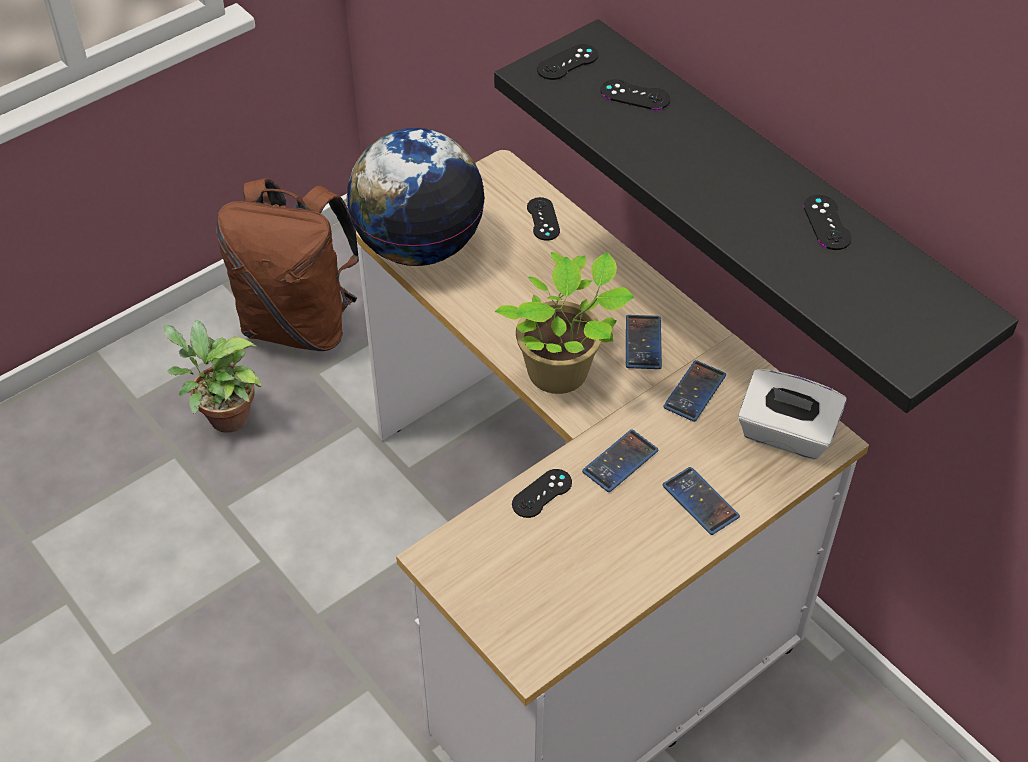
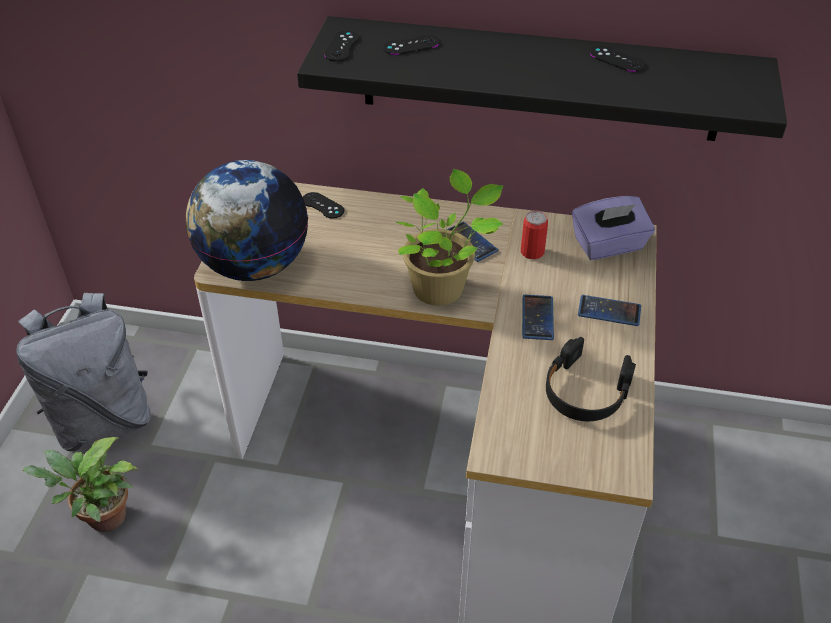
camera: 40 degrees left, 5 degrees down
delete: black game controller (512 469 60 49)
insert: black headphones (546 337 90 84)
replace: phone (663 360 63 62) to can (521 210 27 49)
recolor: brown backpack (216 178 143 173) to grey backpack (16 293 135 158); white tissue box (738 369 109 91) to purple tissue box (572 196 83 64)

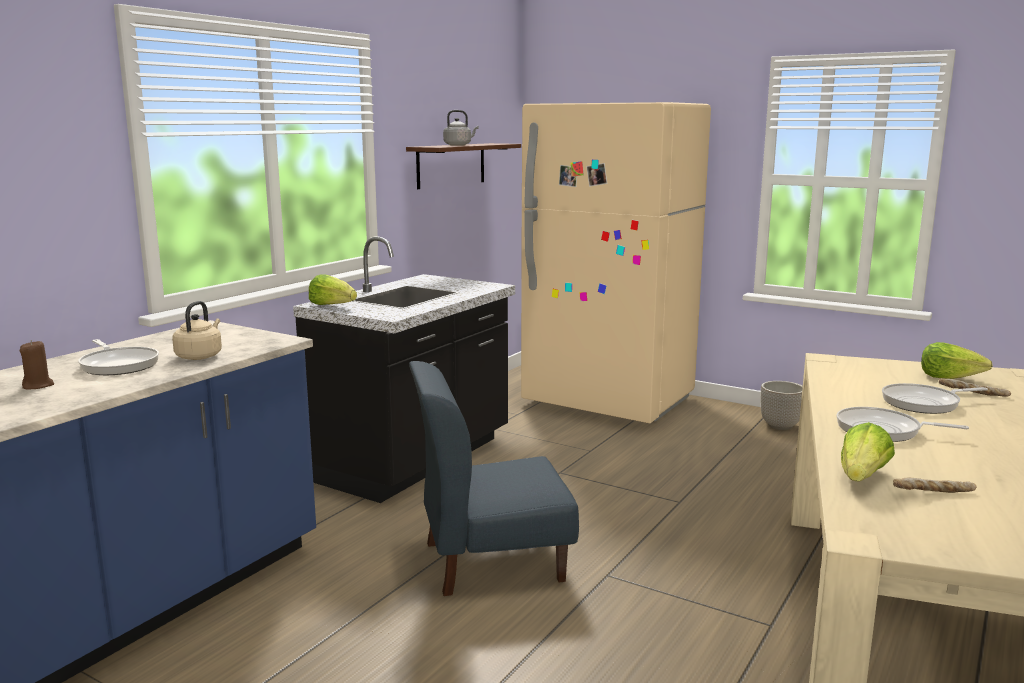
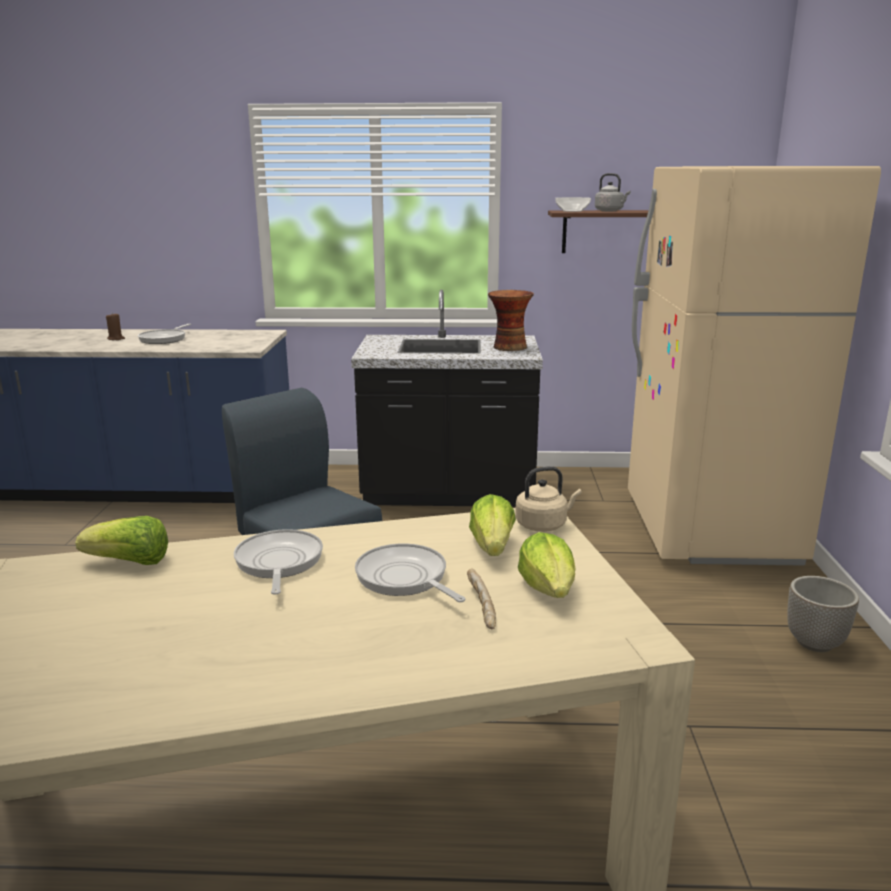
camera: 60 degrees right, 5 degrees up
delete: bread (893 478 84 15)
insert: bowl (555 197 36 15); vase (488 290 46 61)
move: lettuce (309 274 48 31) to (469 494 47 62); beige kettle (172 301 50 59) to (515 466 67 66)

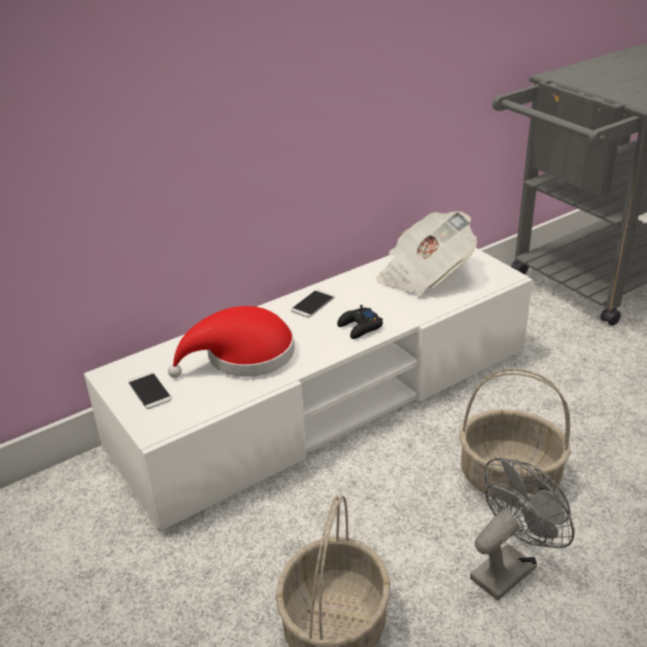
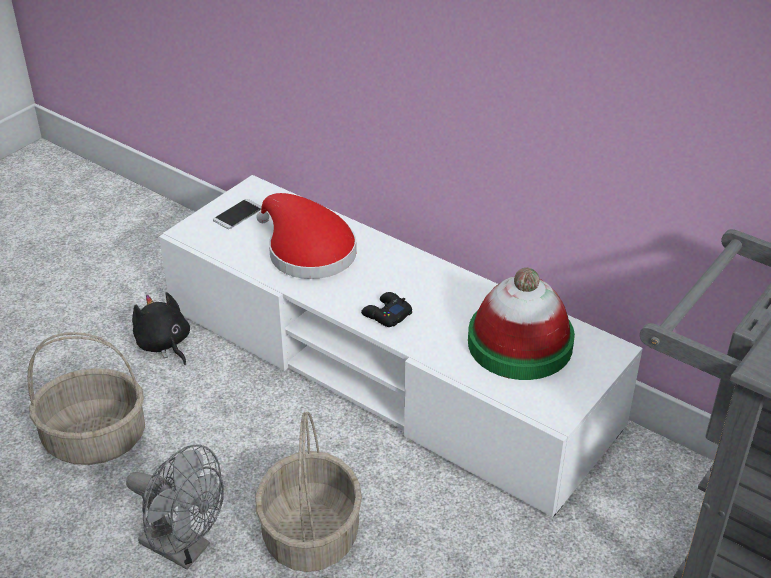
camera: 70 degrees right, 5 degrees up
delete: phone (291 289 44 29)
insert: black plush toy (132 292 58 73)
replace: newspaper (377 211 100 84) to hat (468 268 107 112)

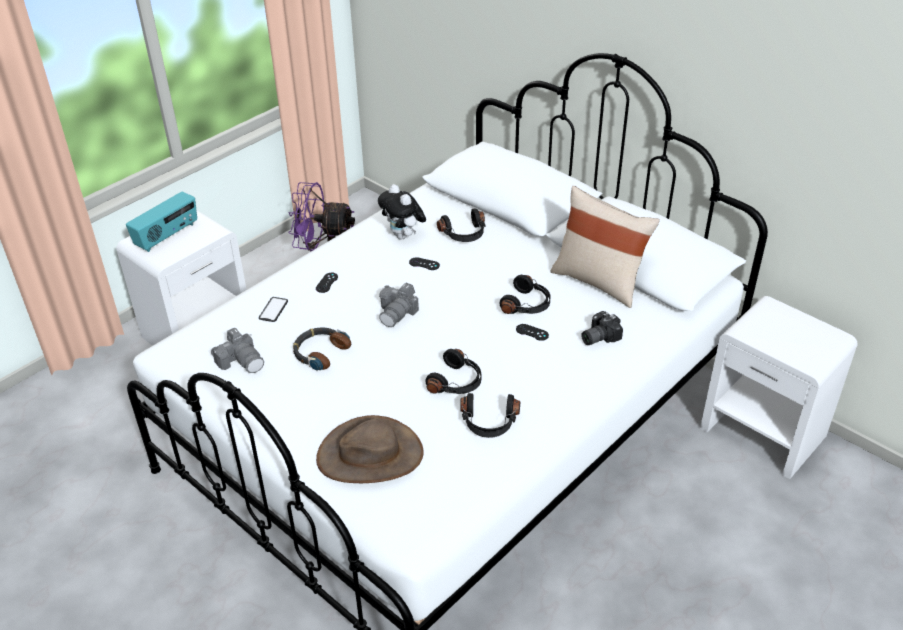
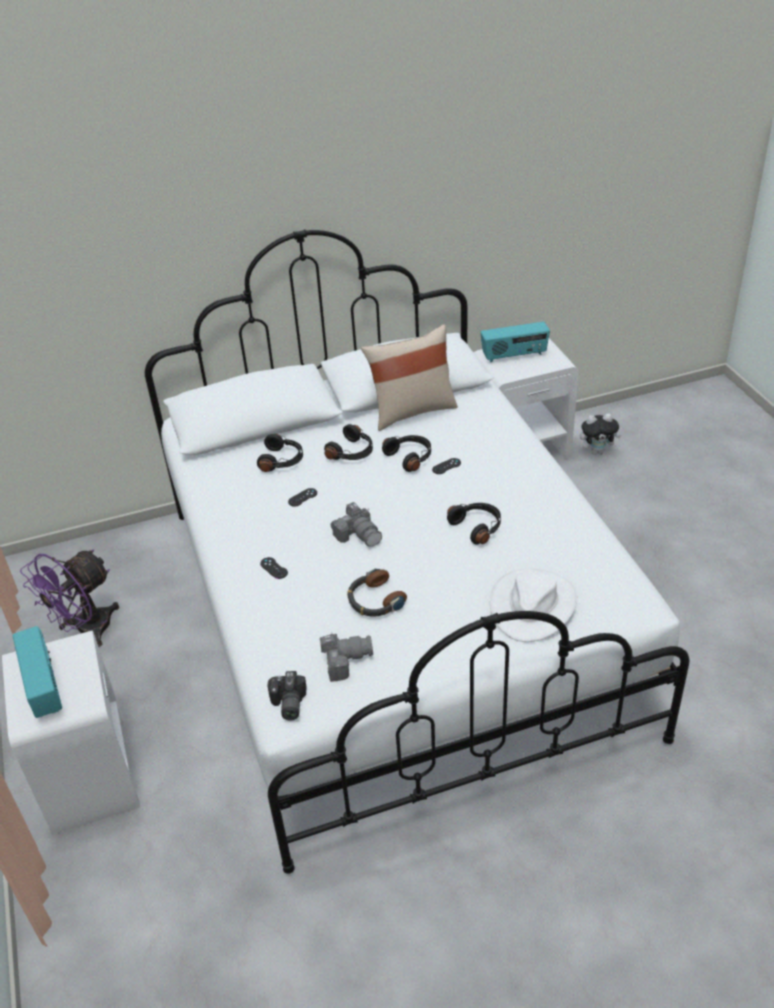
camera: 60 degrees left, 0 degrees up
delete: phone (259 297 29 25)
insert: radio (480 322 70 40)
move: plush toy (378 184 48 56) to (580 413 41 42); photo camera (581 311 42 34) to (268 671 39 50); black headphones (461 393 59 45) to (324 424 49 36)
recolor: brown hat (316 415 108 68) to white hat (490 569 87 73)

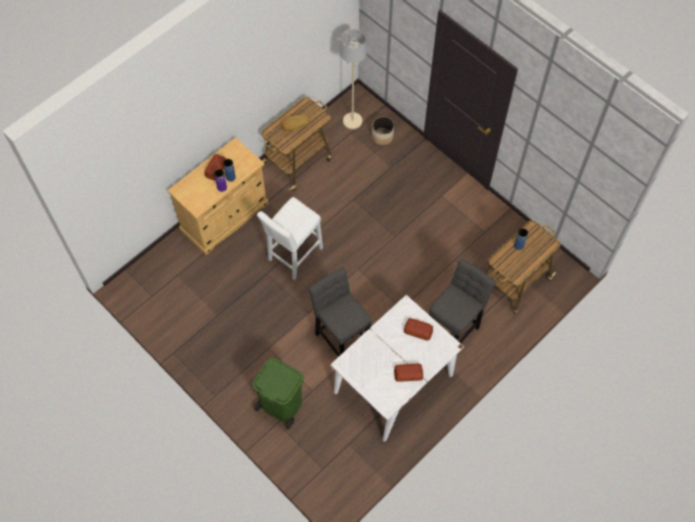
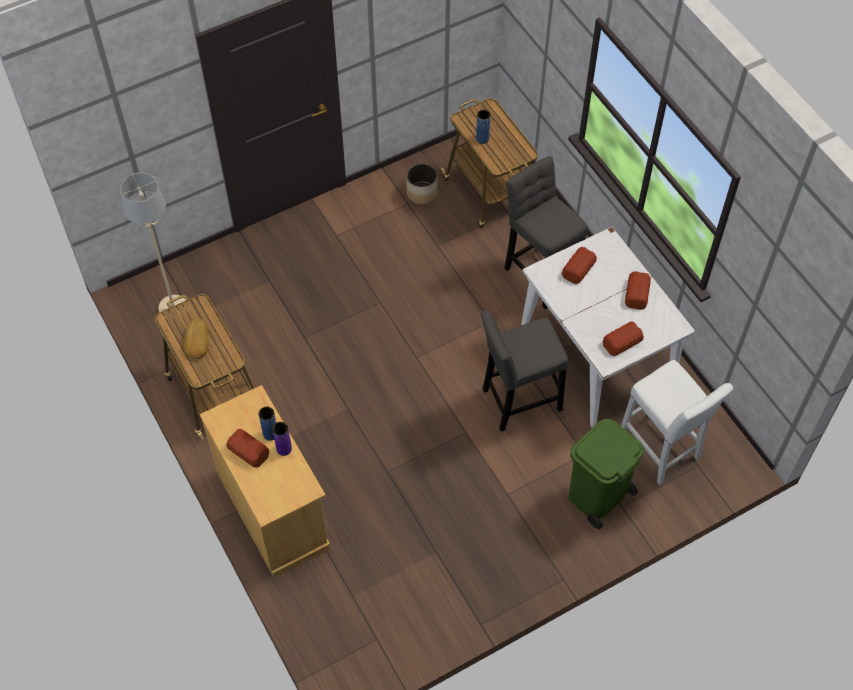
camera: 75 degrees left, 5 degrees down
insert: bread (603 321 41 35)
move: planter (372 116 22 29) to (406 163 32 41); white stool (257 197 66 83) to (621 360 112 125)

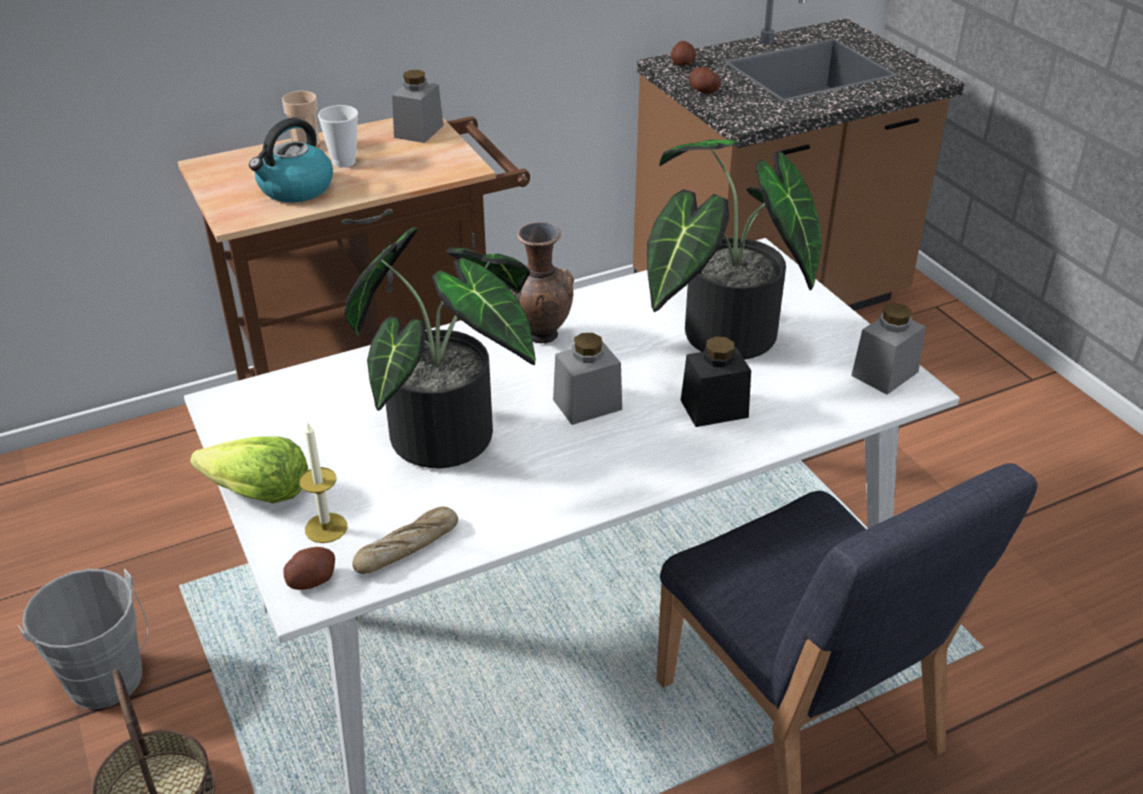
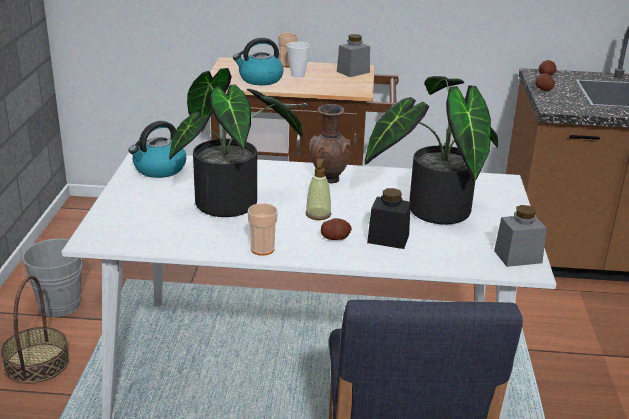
camera: 30 degrees right, 10 degrees down
delete: candle (299 421 48 122); lettuce (190 436 118 67); bread (352 506 106 68)
insert: kettle (129 121 57 57); cup (248 203 30 53)
move: potato (283 547 52 43) to (321 218 31 22)
replace: grey jar (553 333 69 92) to soap dispenser (305 159 26 61)

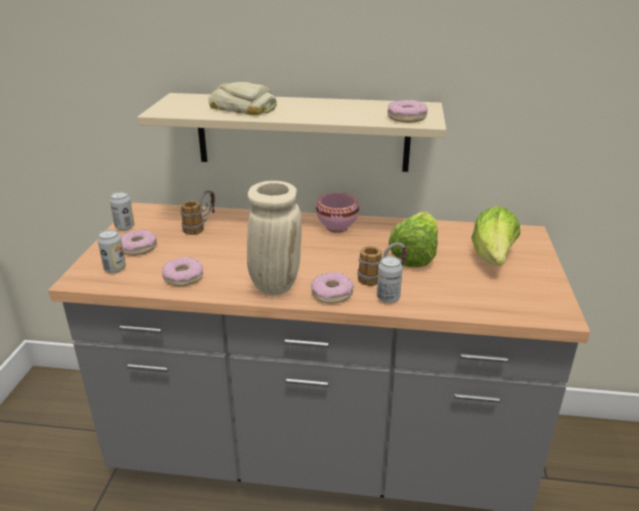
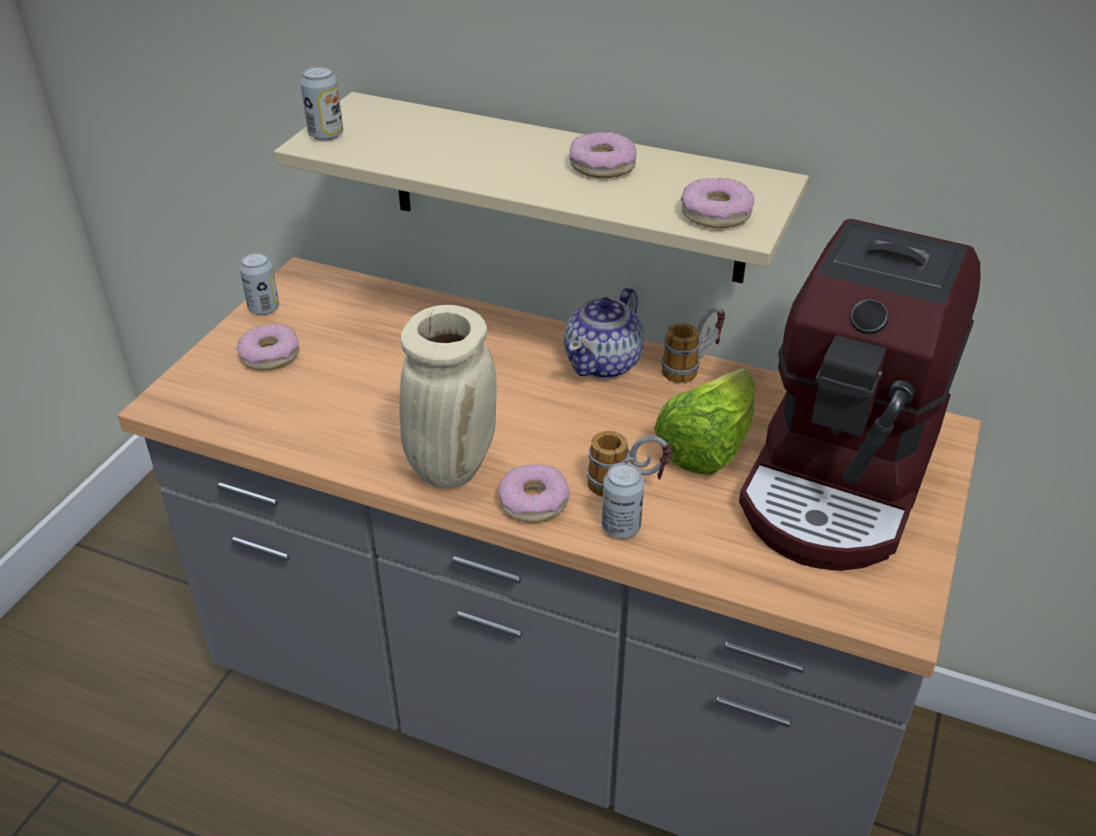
camera: 15 degrees right, 10 degrees up
delete: bread (208 82 69 33)
move: mug (181 190 34 45) to (661 307 64 76); can (98 230 28 43) to (300 66 43 75); donut (162 257 41 29) to (569 132 67 46)
replace: pink bowl (316 193 43 40) to teapot (564 287 80 92); lettuce (471 206 49 59) to coffee machine (739 219 242 352)

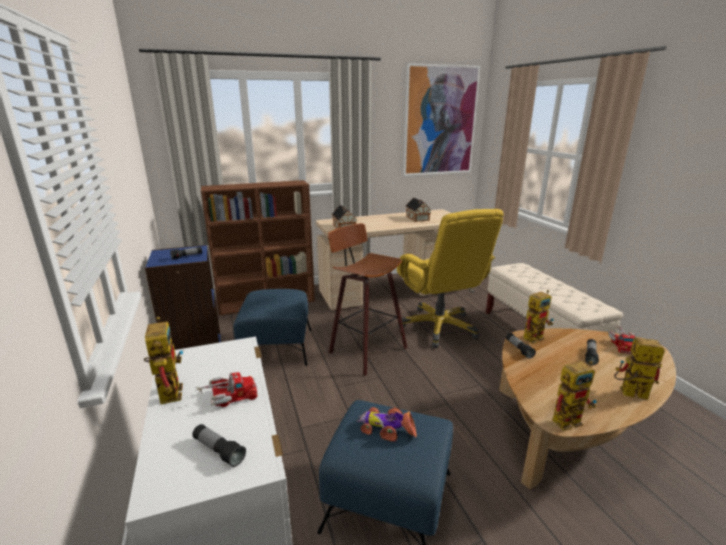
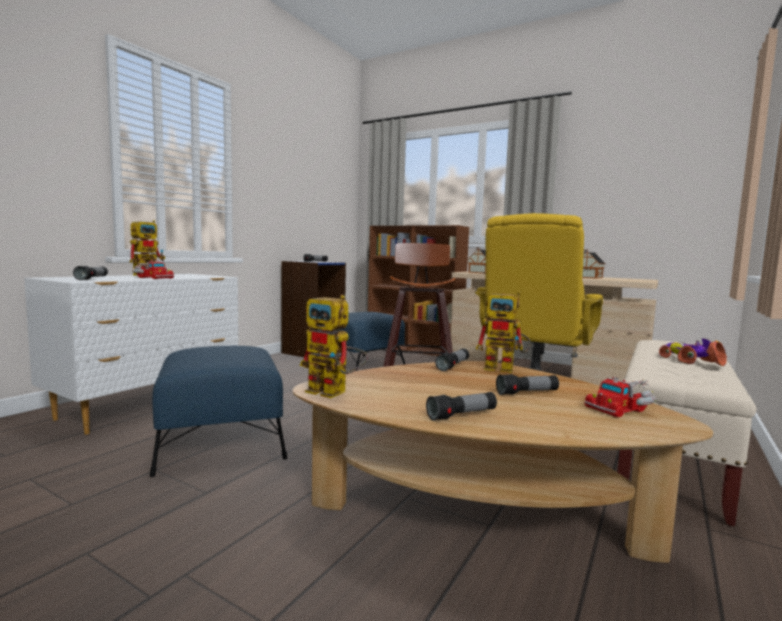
camera: 50 degrees right, 15 degrees down
delete: picture (403 63 77 113)
move: toy car (357 407 60 34) to (659 338 68 28)
replace: toy robot (614 337 51 63) to flashlight (426 392 71 29)

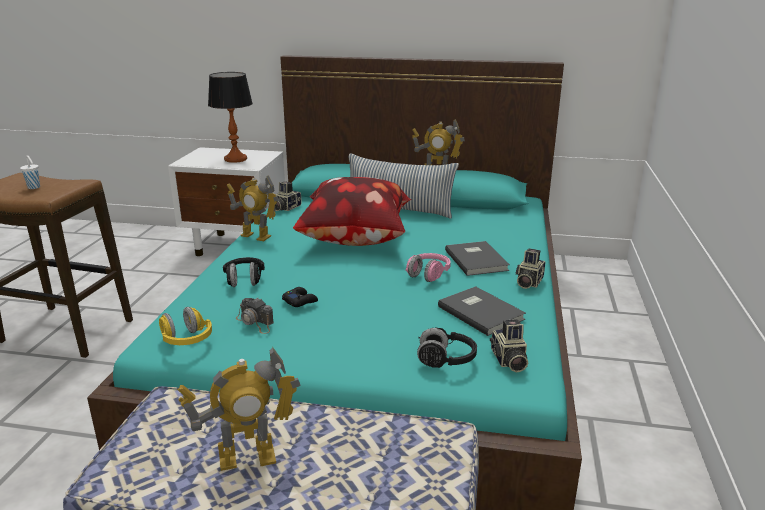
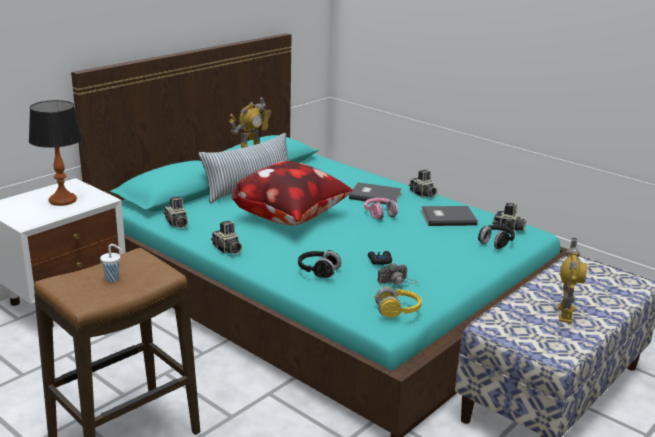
camera: 60 degrees left, 0 degrees up
replace: toy robot (227 175 52 66) to photo camera (211 221 31 34)

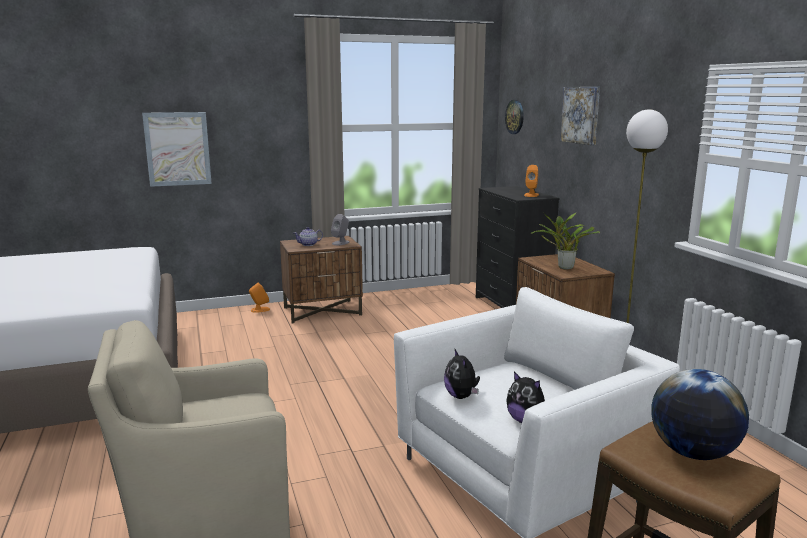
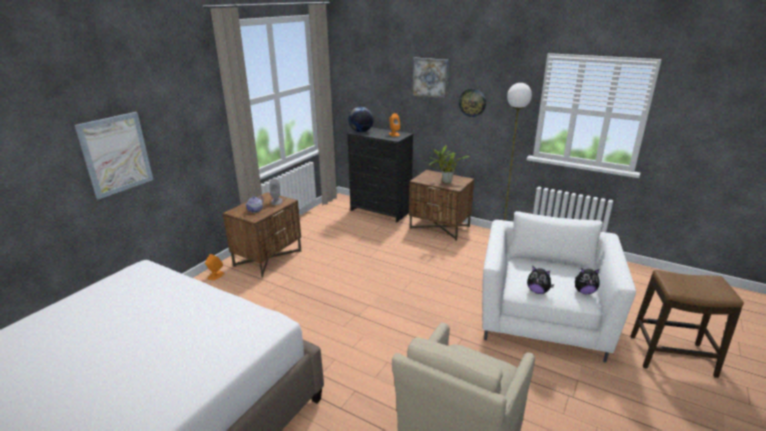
camera: 40 degrees left, 10 degrees up
move: wall clock (505 100 19 34) to (459 88 27 29); globe (651 369 98 91) to (348 107 26 25)

